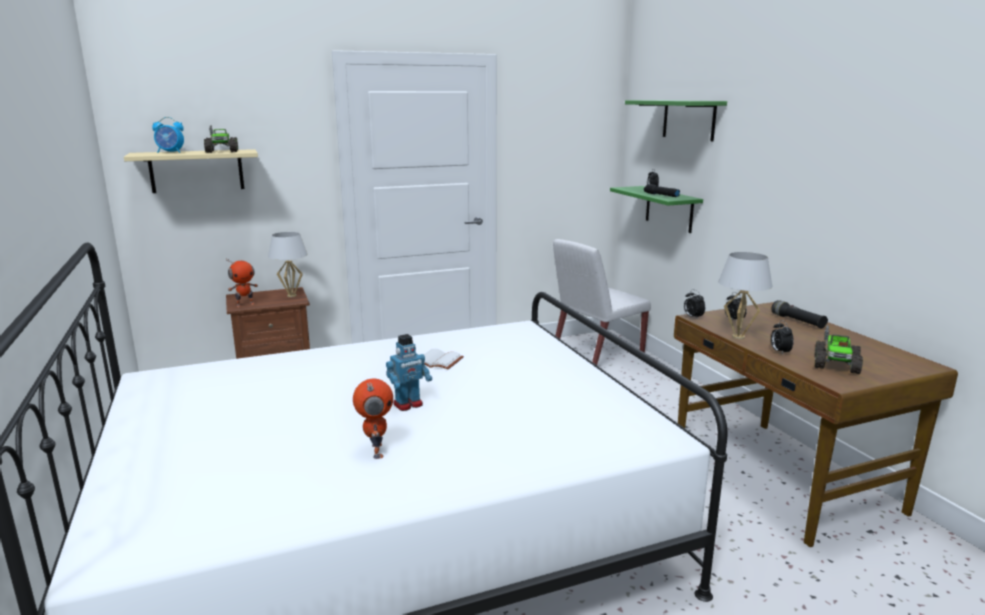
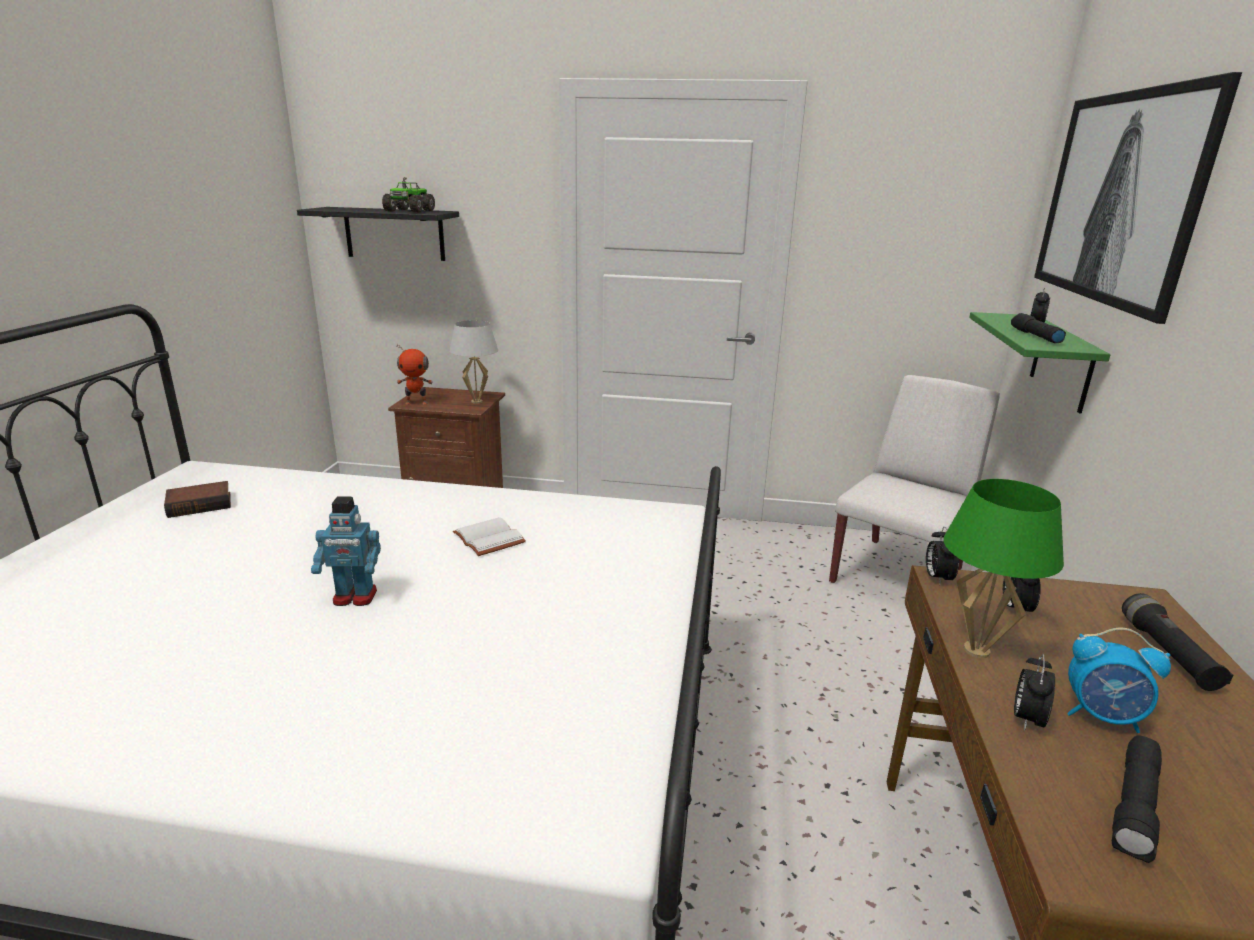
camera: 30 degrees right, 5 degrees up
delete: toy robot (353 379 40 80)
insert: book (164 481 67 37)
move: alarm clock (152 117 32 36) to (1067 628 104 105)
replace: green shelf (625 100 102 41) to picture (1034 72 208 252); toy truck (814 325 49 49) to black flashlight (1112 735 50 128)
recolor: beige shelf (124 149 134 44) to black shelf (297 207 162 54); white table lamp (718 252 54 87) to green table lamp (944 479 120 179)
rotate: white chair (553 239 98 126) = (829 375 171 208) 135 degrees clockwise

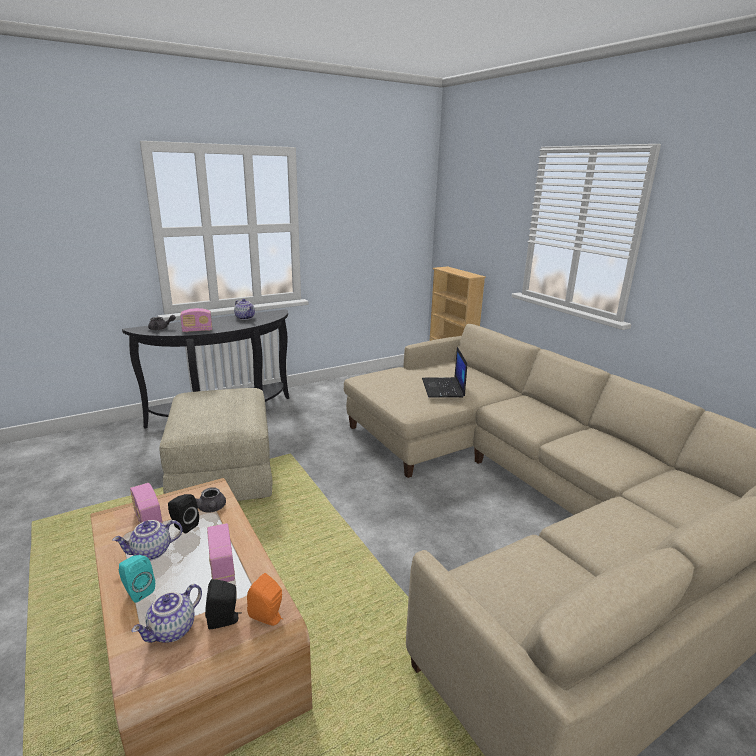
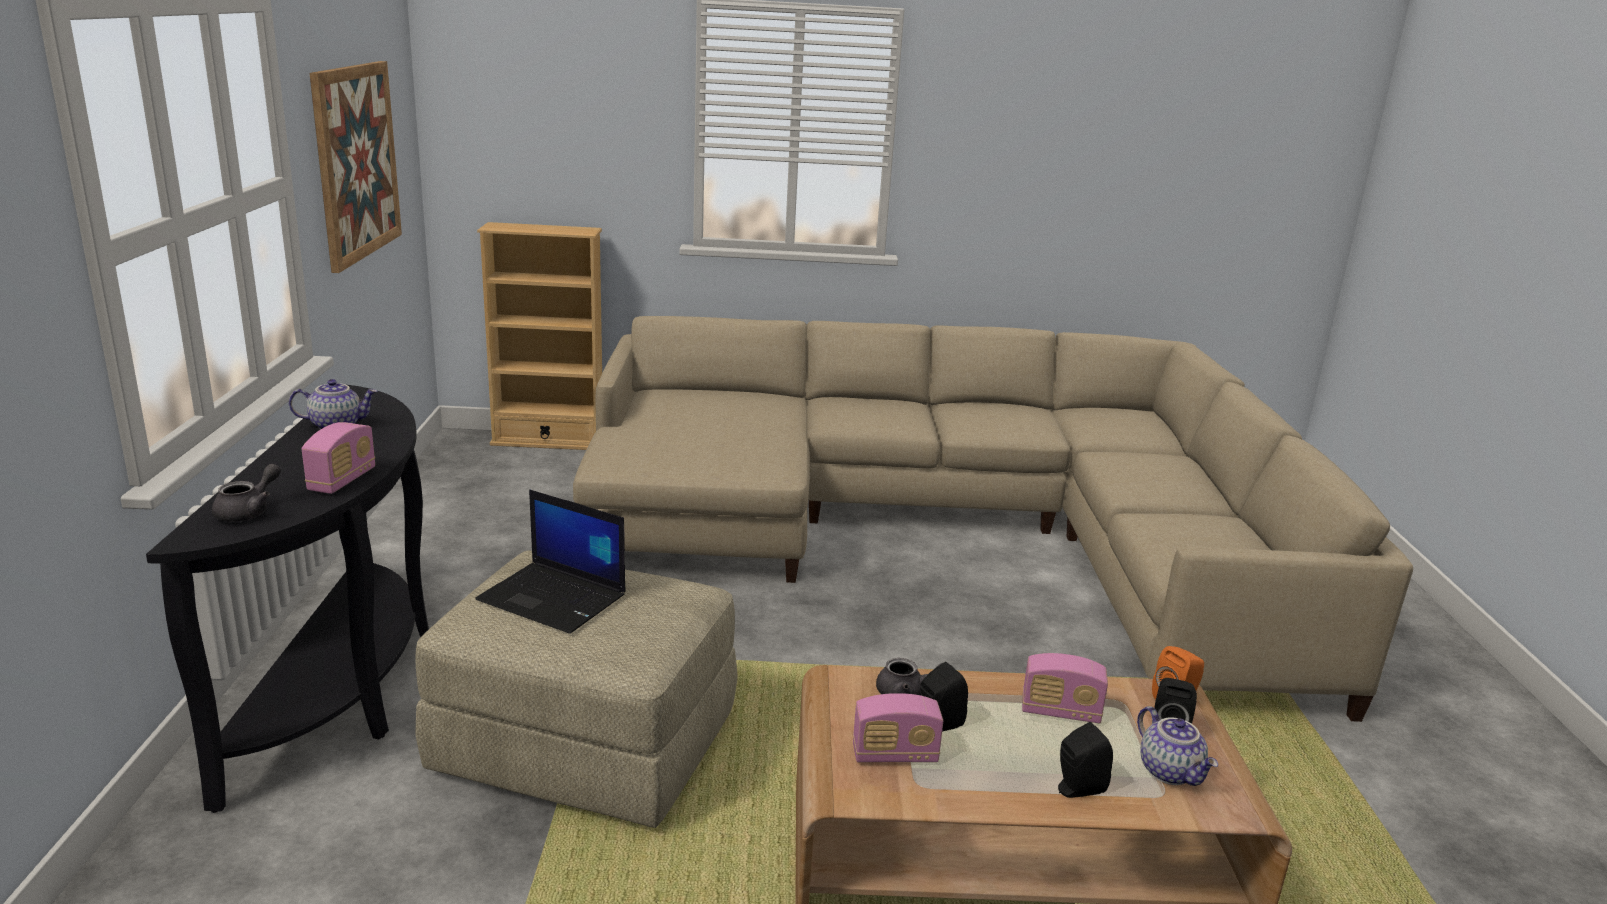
camera: 60 degrees left, 0 degrees up
delete: teapot (112 520 70 41)
insert: picture (309 61 93 212)
move: laptop (422 347 45 50) to (475 490 151 144)
recolor: turquoise speaker (119 555 36 48) to black speaker (1058 722 55 76)

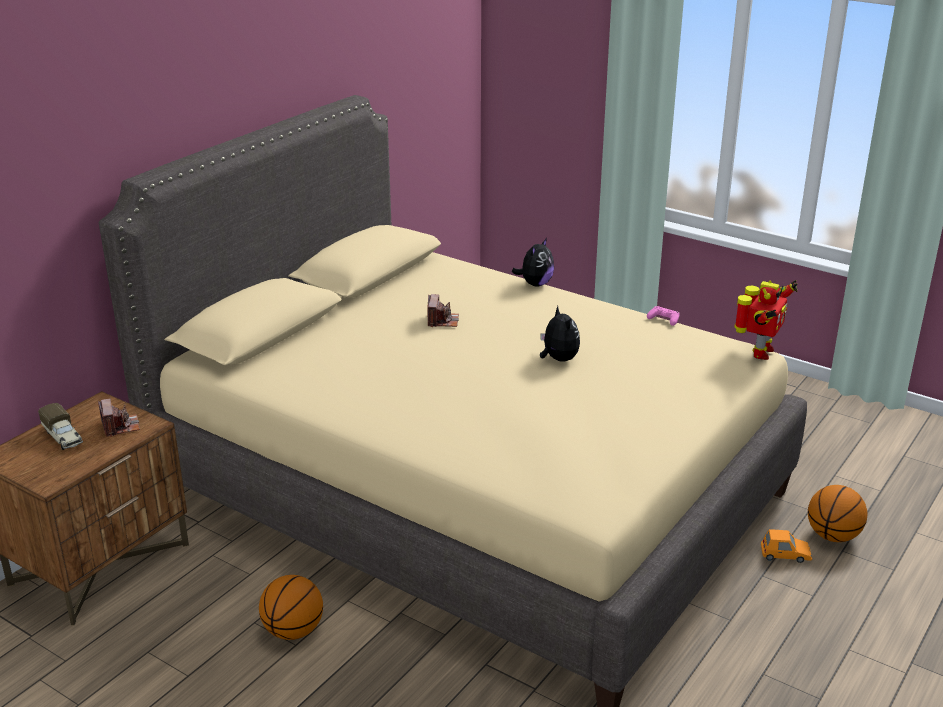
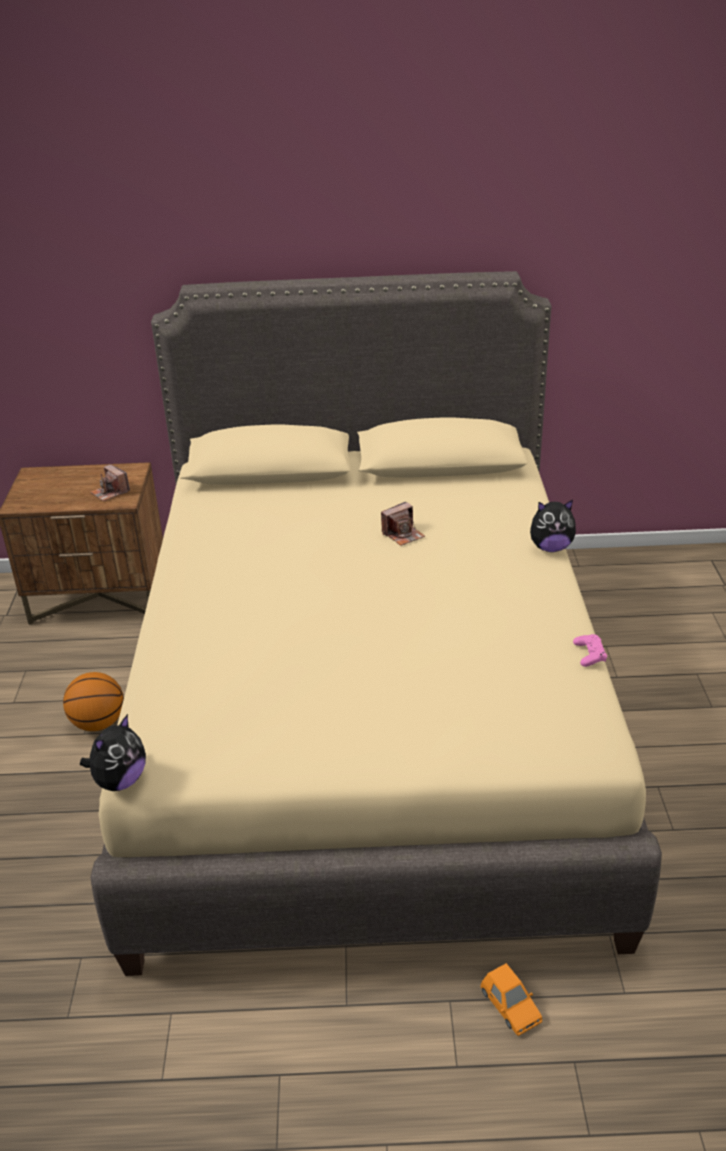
camera: 55 degrees right, 5 degrees up
delete: toy robot (734 280 64 80); toy truck (38 403 45 47); basketball (808 485 59 57)
move: plush toy (540 306 40 56) to (80 714 66 77)
rotate: photo camera (98 399 42 38) = (90 464 40 37) 105 degrees clockwise

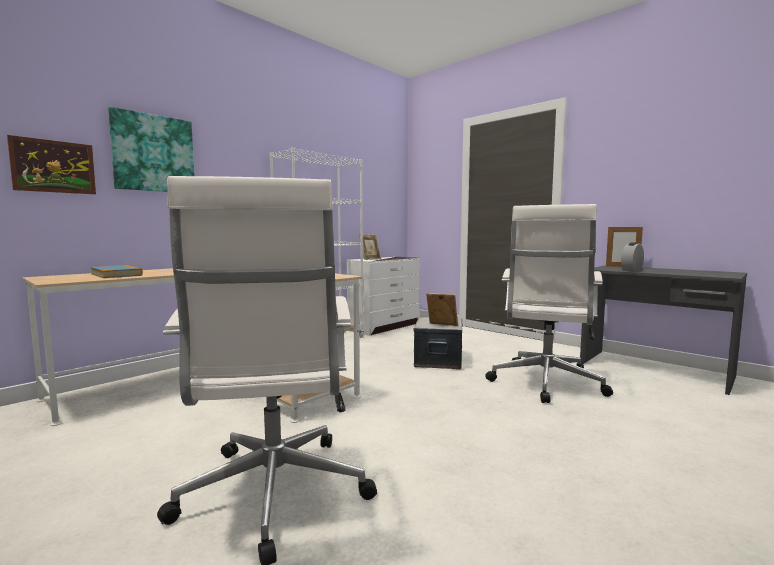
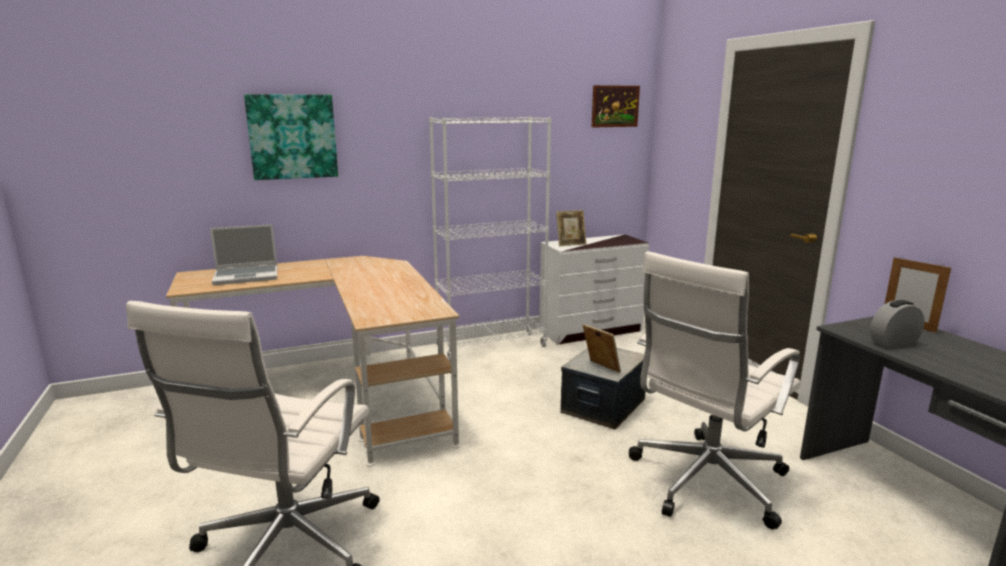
camera: 25 degrees right, 10 degrees up
move: picture (7 135 89 59) to (591 85 49 42)
replace: book (91 265 52 13) to laptop (210 224 67 61)

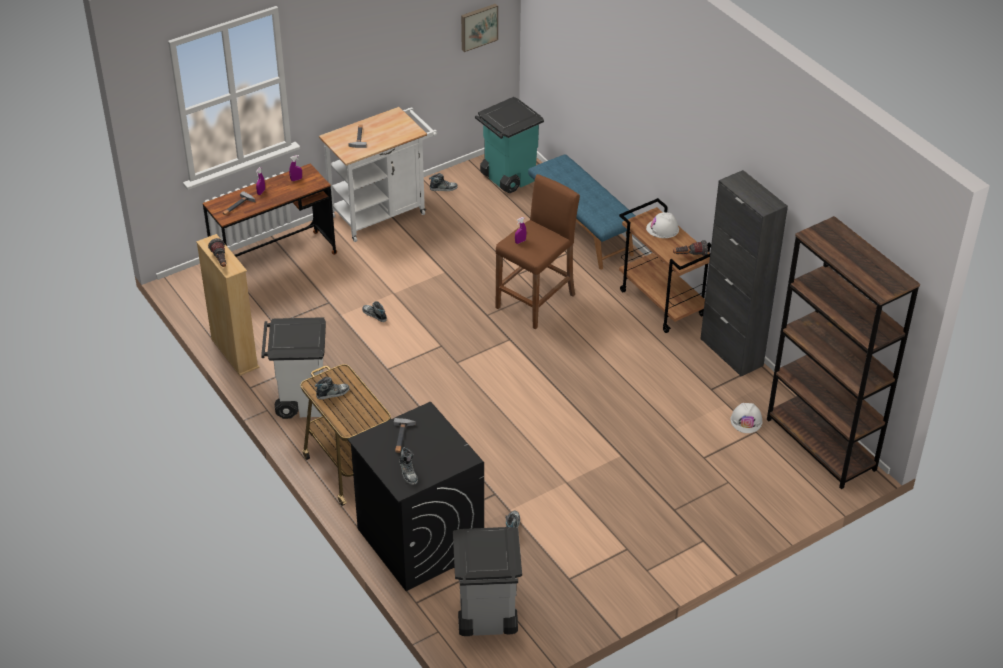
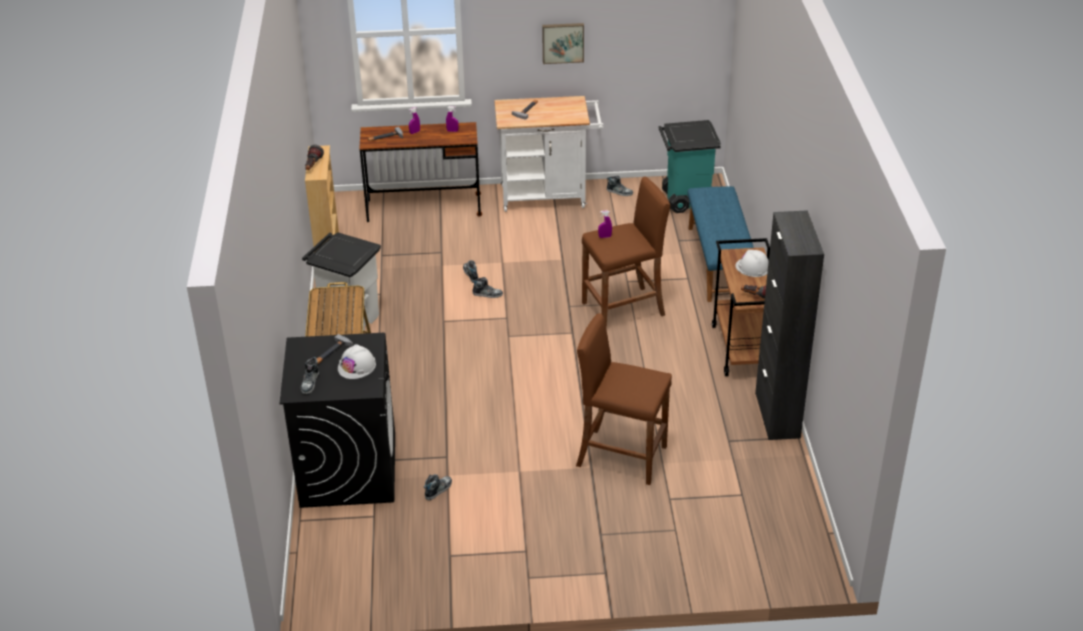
camera: 30 degrees right, 5 degrees down
delete: brown bookcase (767 216 153 273); grey trash can (453 527 69 109)
insert: brown stool (576 313 96 172)
move: picture (461 4 37 48) to (542 23 42 41); shoe (315 376 35 23) to (472 277 31 21); white hard hat (730 403 33 30) to (338 344 38 35)

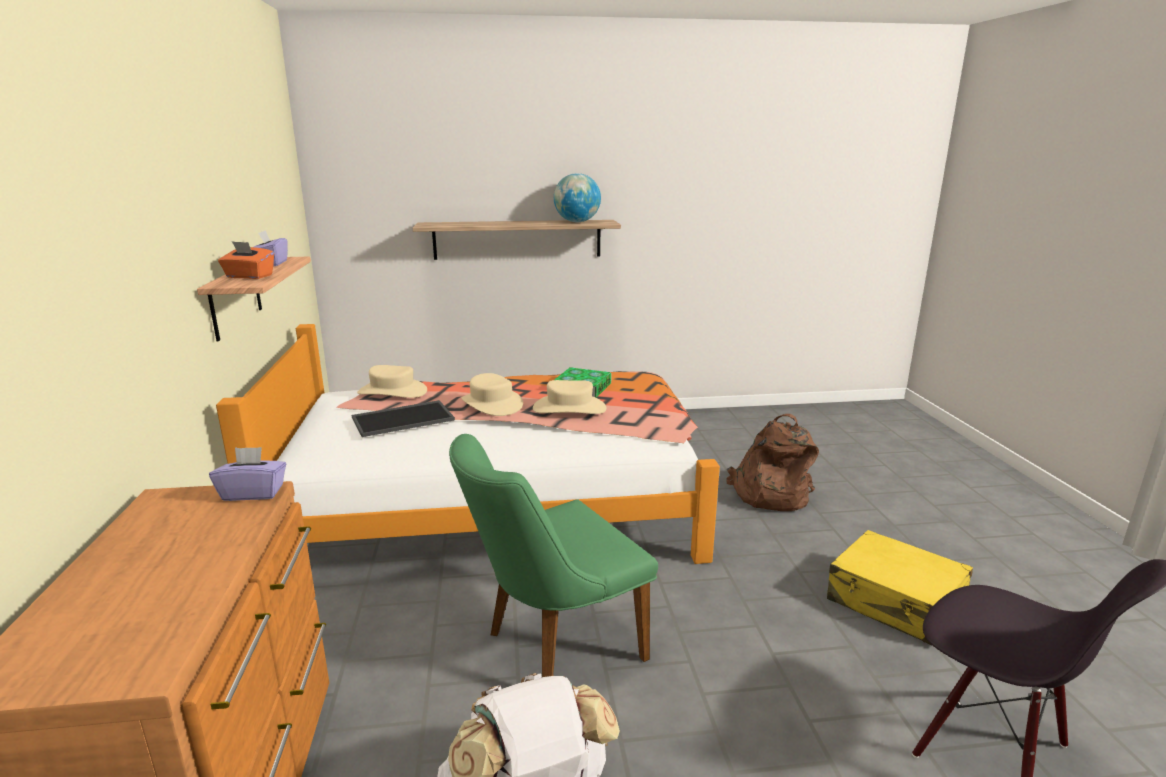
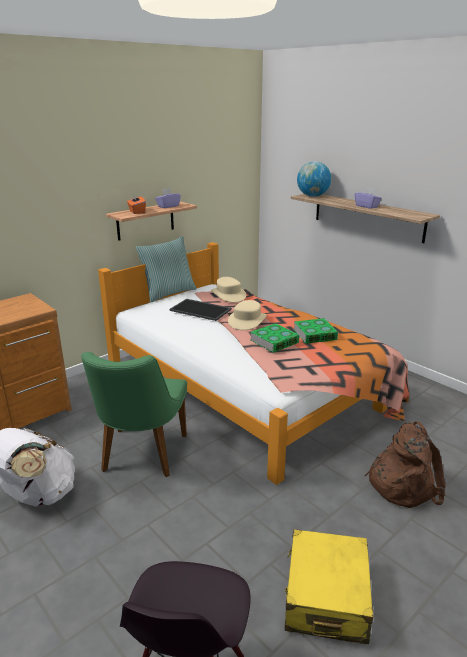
camera: 55 degrees right, 5 degrees up
insert: pillow (136 236 61 67)
move: globe (554 173 47 49) to (297 161 34 36); purple tissue box (209 447 77 54) to (355 187 27 22)
replace: beige hat (533 380 73 34) to book (250 323 49 30)
rotate: green chair (449 434 209 243) = (81 352 106 125) 105 degrees counterclockwise

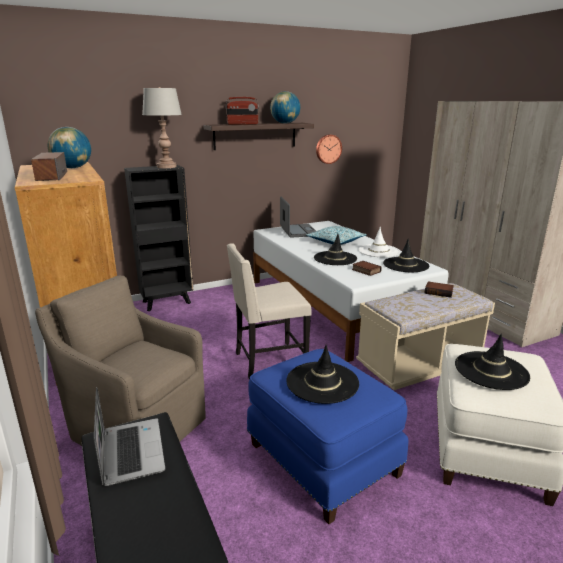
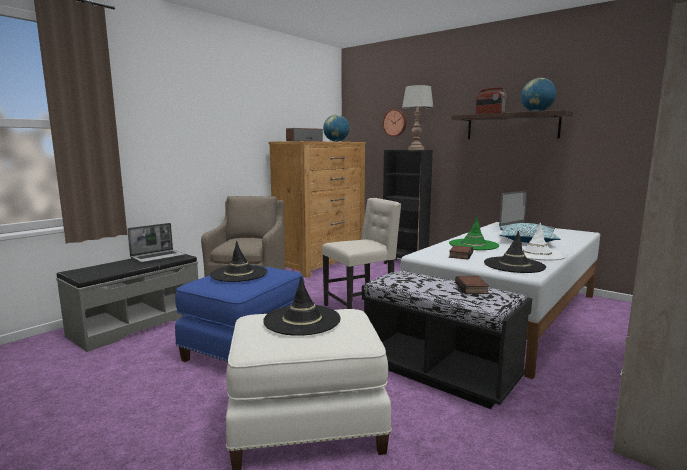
camera: 65 degrees right, 10 degrees down
move: wall clock (316 134 26 30) to (382 109 25 28)
recolor: black hat (314 234 43 31) to green hat (449 217 50 33); beige bench (356 283 139 107) to black bench (362 270 170 139)
rotate: beige chair (227 243 84 136) = (322 198 79 111) 105 degrees clockwise

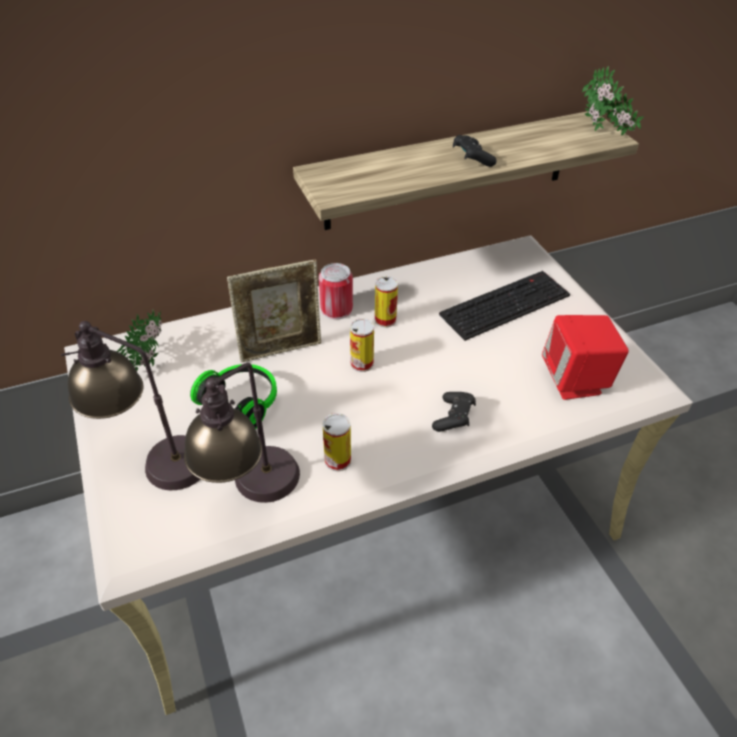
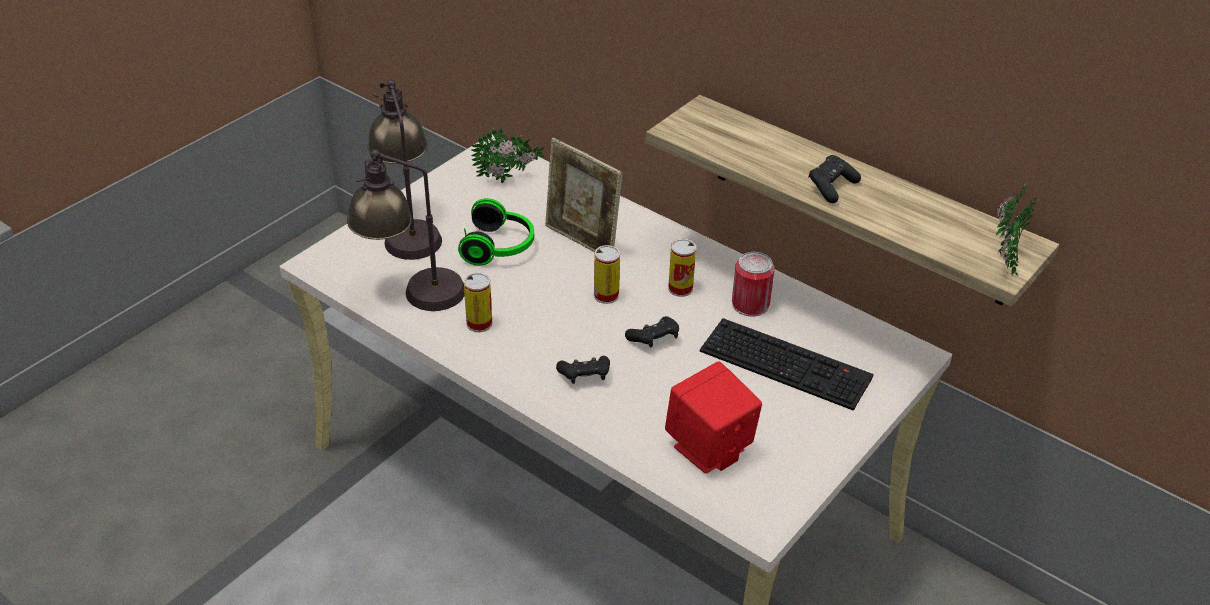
camera: 60 degrees right, 5 degrees down
insert: black game controller (625 316 54 31)
move: can (319 263 34 56) to (732 252 43 65)

